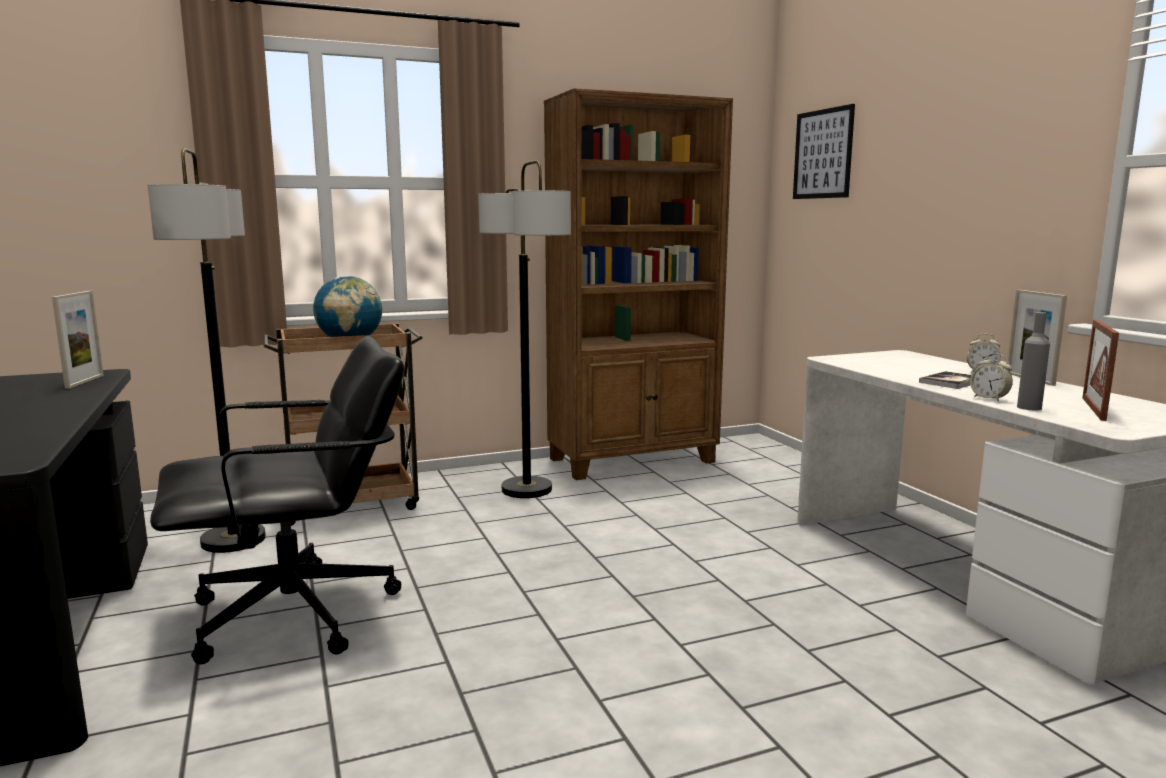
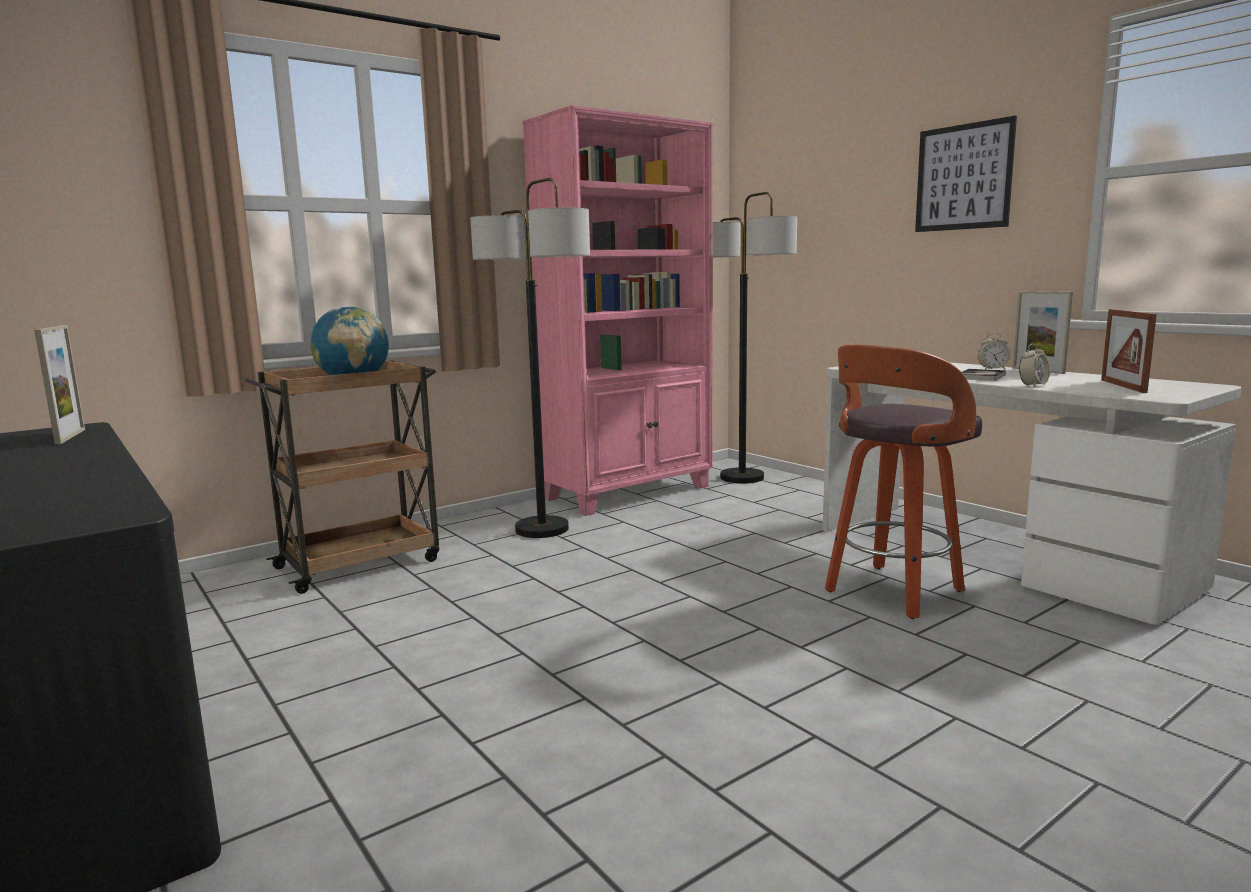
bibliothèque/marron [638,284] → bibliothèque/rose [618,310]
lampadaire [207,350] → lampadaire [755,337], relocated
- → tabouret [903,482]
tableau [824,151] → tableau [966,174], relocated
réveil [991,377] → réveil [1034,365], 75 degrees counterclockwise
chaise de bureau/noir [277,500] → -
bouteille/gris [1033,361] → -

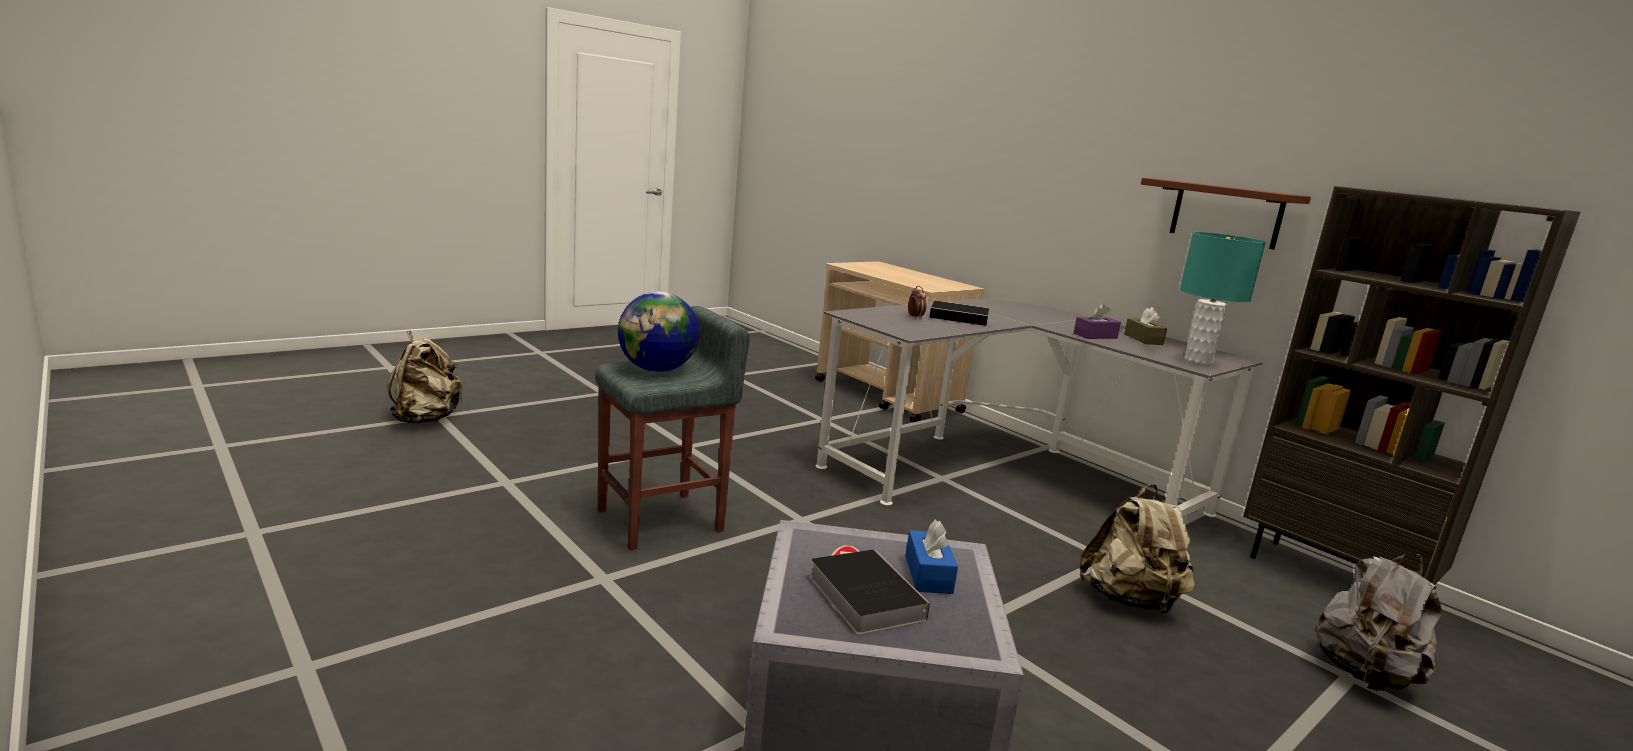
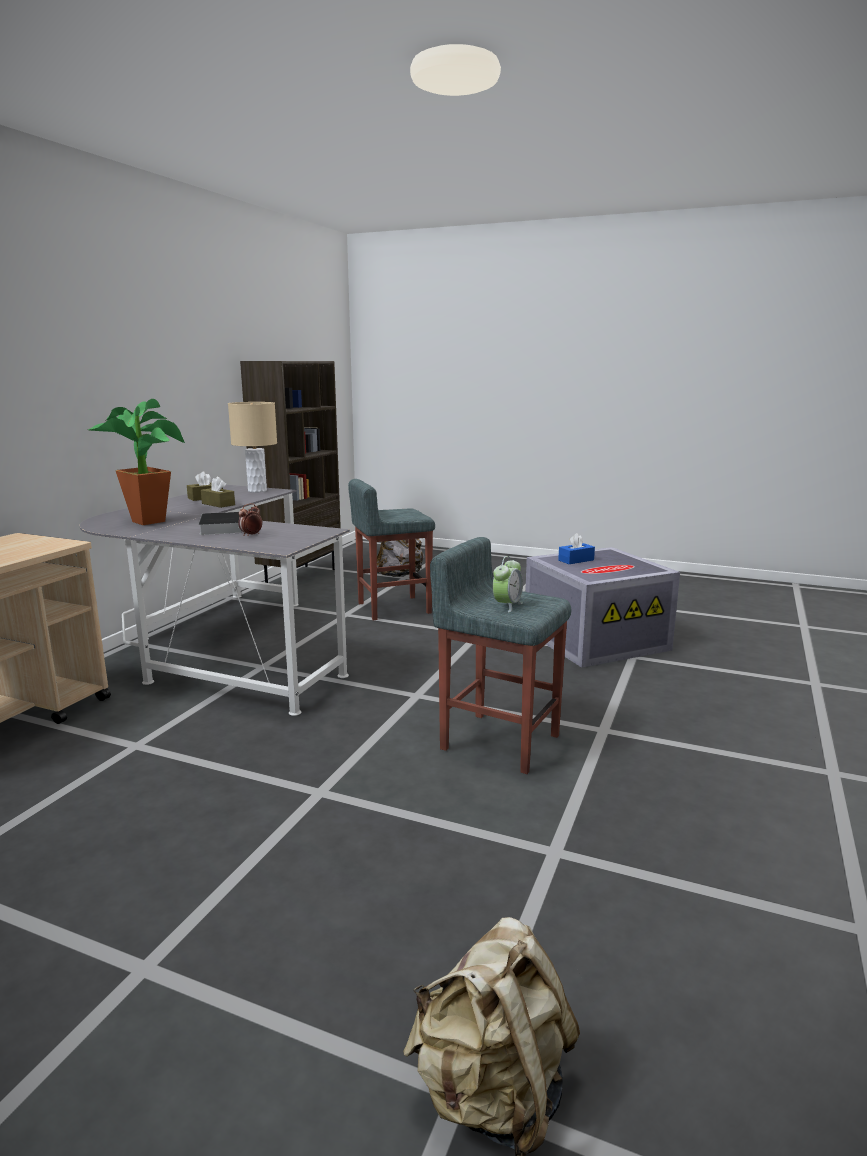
- → plante en pot [136,462]
boîte à mouchoirs/violet [1097,321] → boîte à mouchoirs/marron [218,492]
lampe de table/turquoise [1223,298] → lampe de table/beige [252,447]
sac à dos/beige [1137,549] → tabouret/gris [391,549]
globe [658,332] → réveil [508,584]
livre [869,592] → -
étagère [1226,214] → -

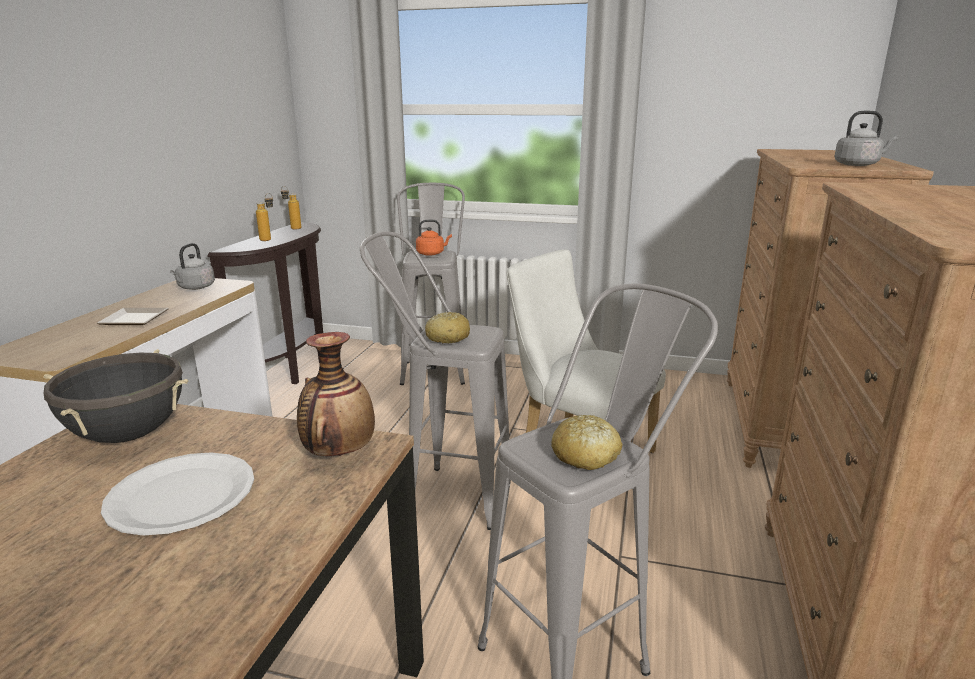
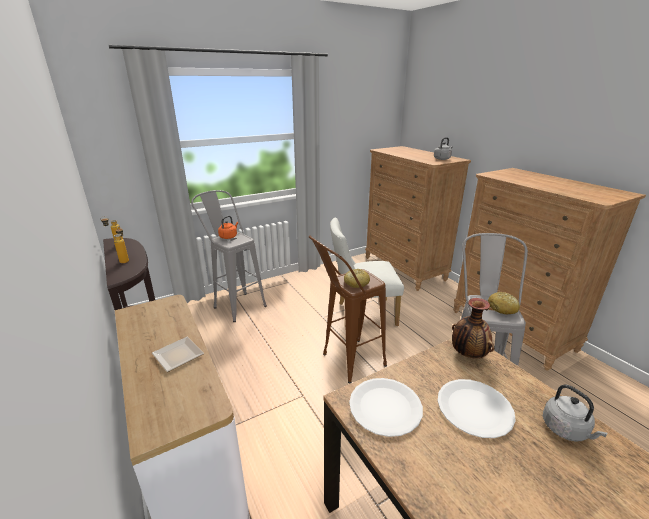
tabouret/gris [434,381] → tabouret/marron [348,309]
marmite/noir [116,396] → assiette/blanc [386,407]
bouilloire/gris [192,266] → bouilloire/gris [575,413], relocated

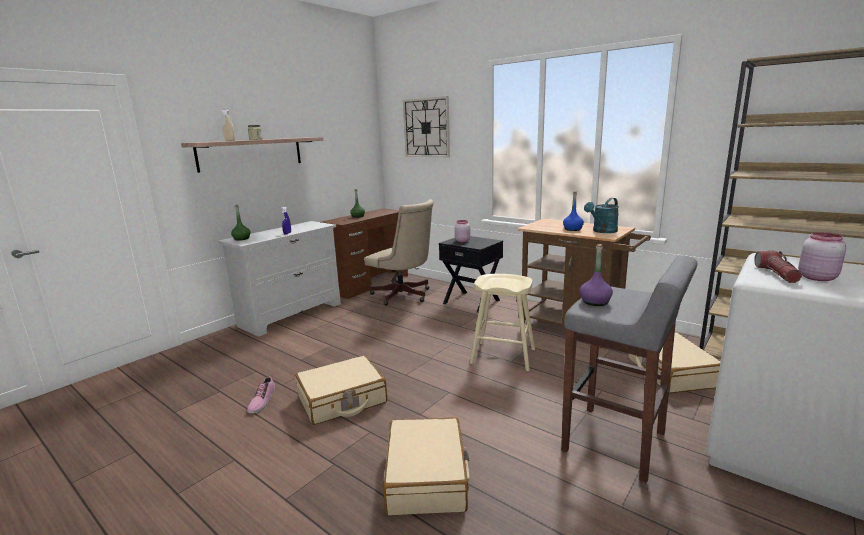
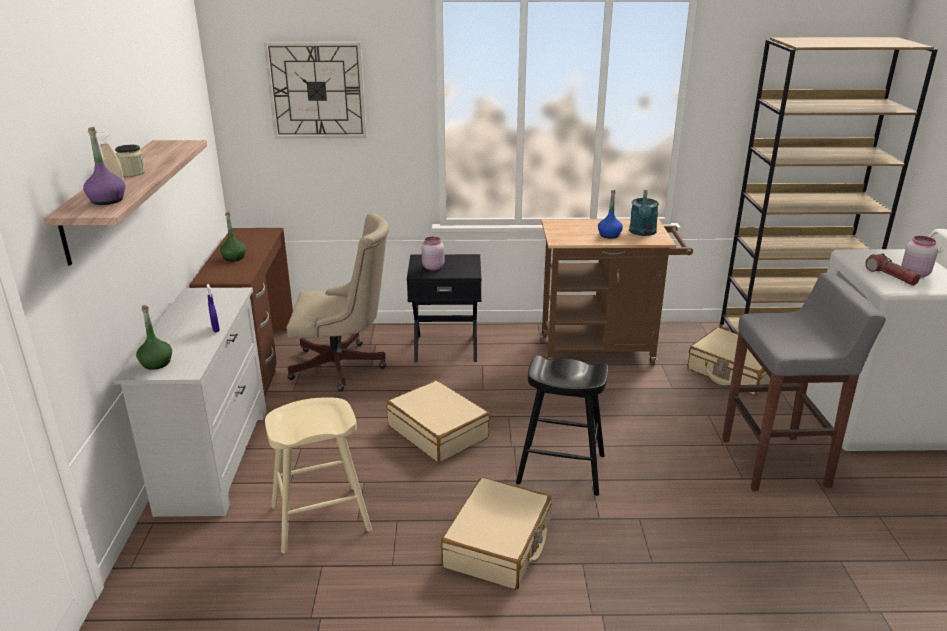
bouteille/violet [596,275] → bouteille/violet [104,166], relocated
tabouret/beige [502,322] → tabouret/beige [318,475], relocated
valise/beige [426,466] → valise/beige [438,421], relocated
- → tabouret/noir [562,426]
chaussure [261,395] → -

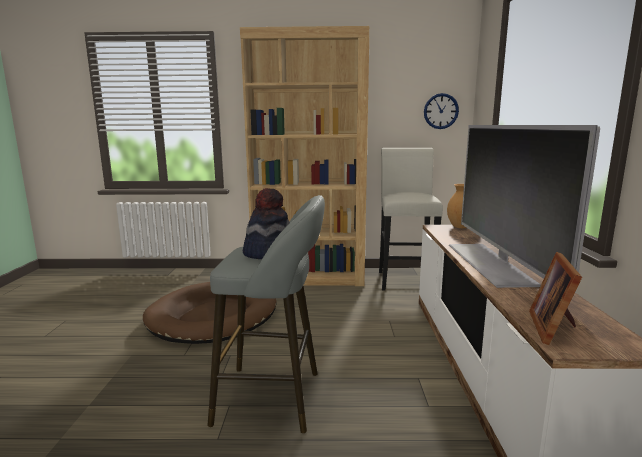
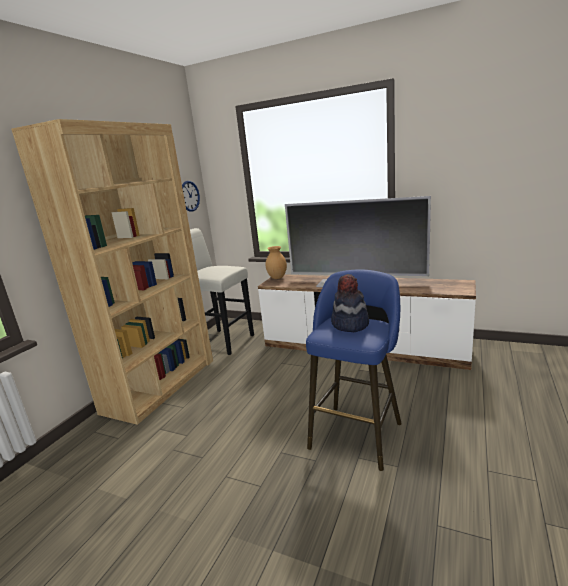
tabouret/gris [266,314] → tabouret/bleu [354,370]
panier pour chien/marron [210,313] → -
cadre photo [555,298] → -

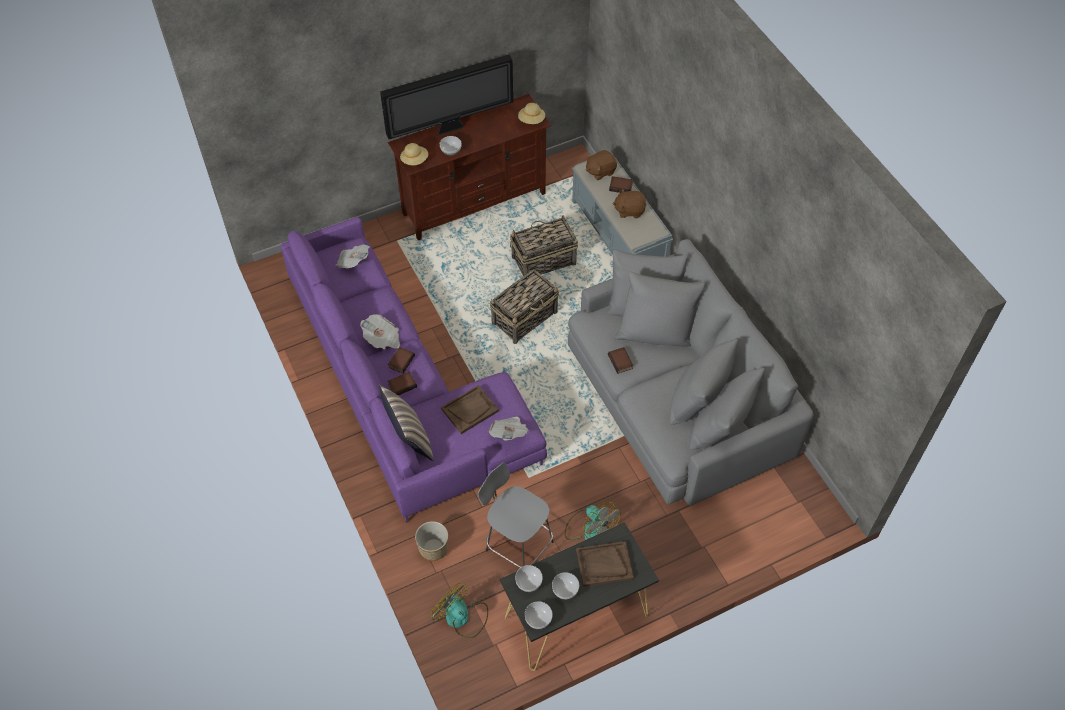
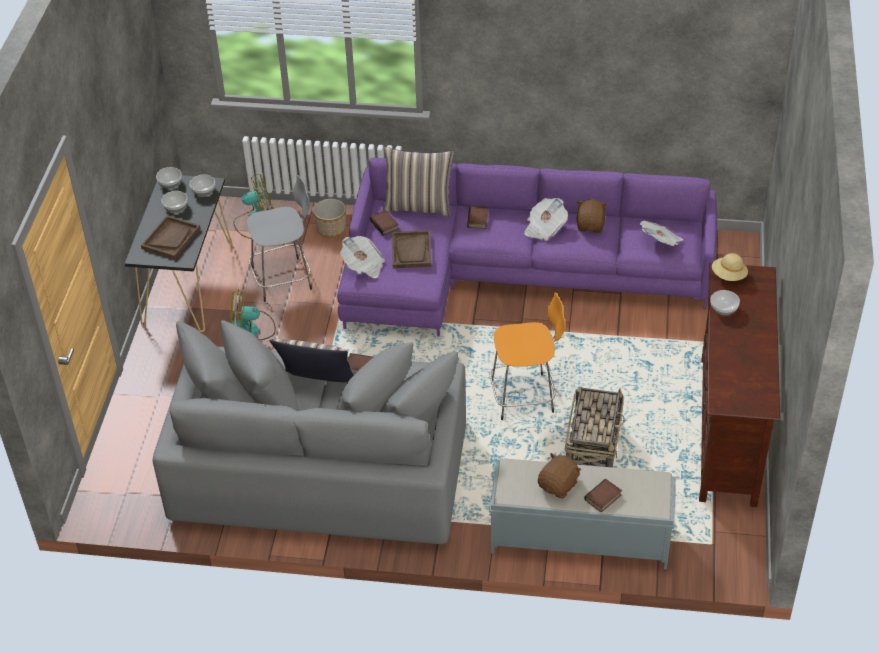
- → coussin [311,360]
livre [401,360] → livre [384,223], relocated
panier [524,306] → tabouret/orange [527,356]
peluche/marron [601,165] → peluche/marron [592,216], relocated
téléviseur [446,96] → -
chapeau/beige [531,113] → -

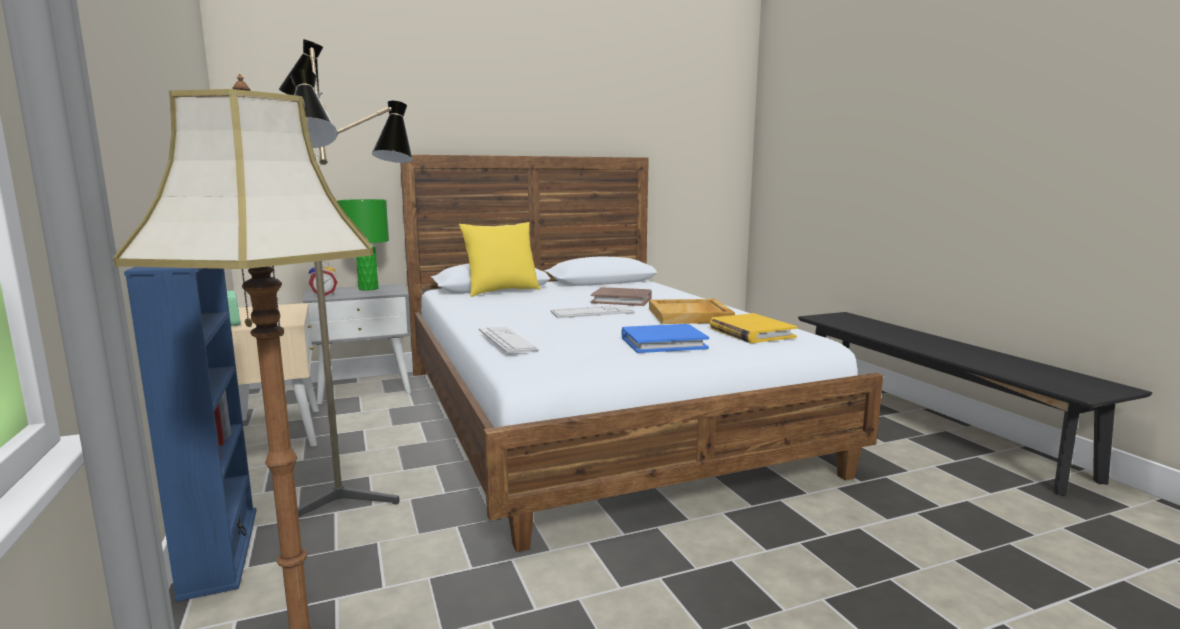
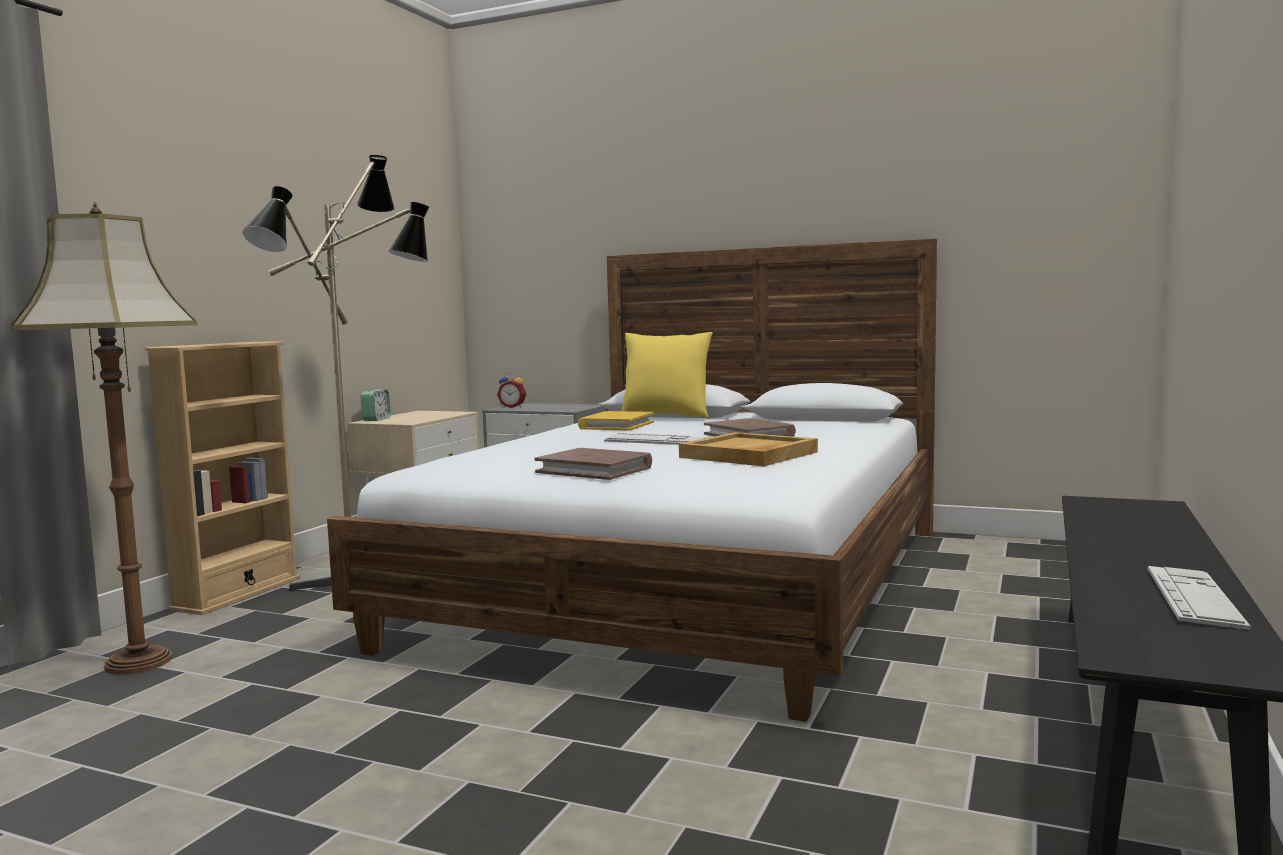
bibliothèque/bleu [190,434] → bibliothèque/beige [222,478]
livre/bleu [665,338] → livre/marron [593,464]
livre/jaune [753,328] → livre/jaune [616,421], relocated
clavier [509,340] → clavier [1199,598], relocated
lampe de table/vert [363,245] → -

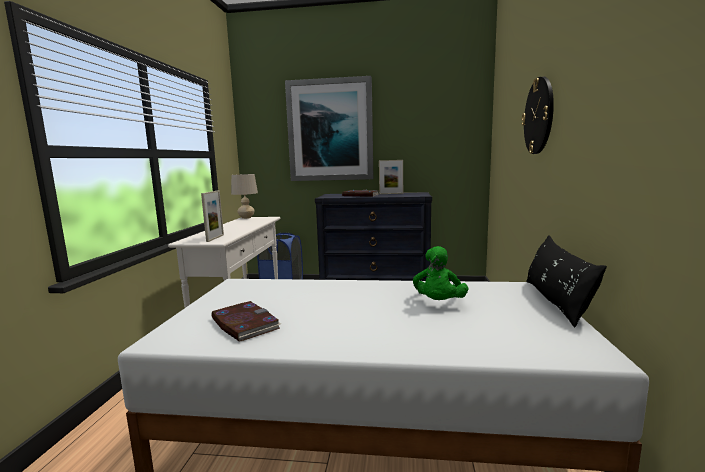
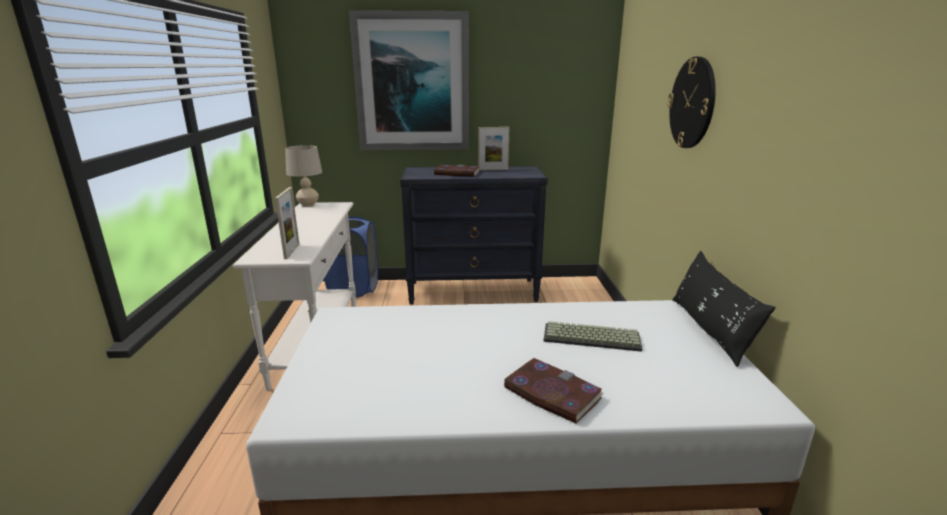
livre [246,321] → livre [553,390], relocated
peluche/vert [440,273] → clavier [592,336]

